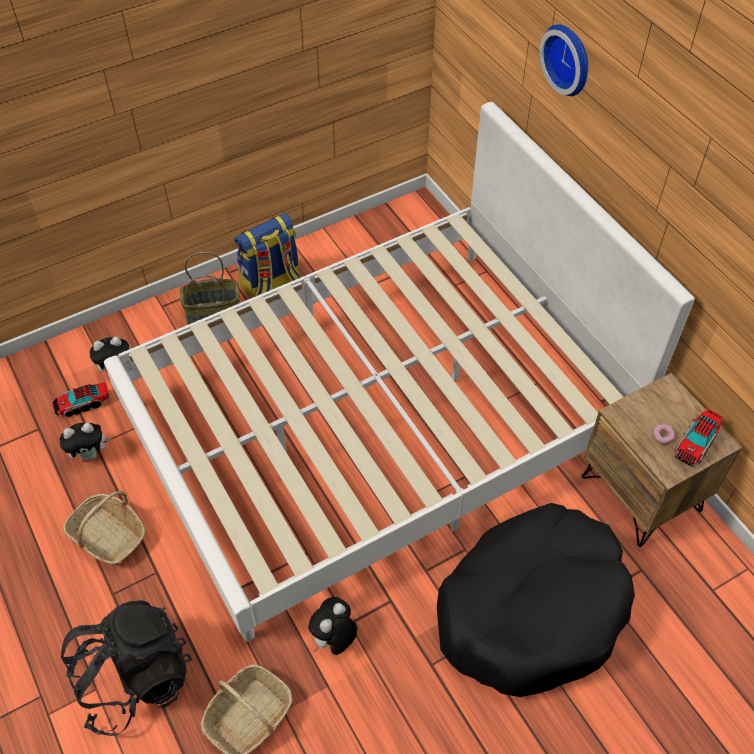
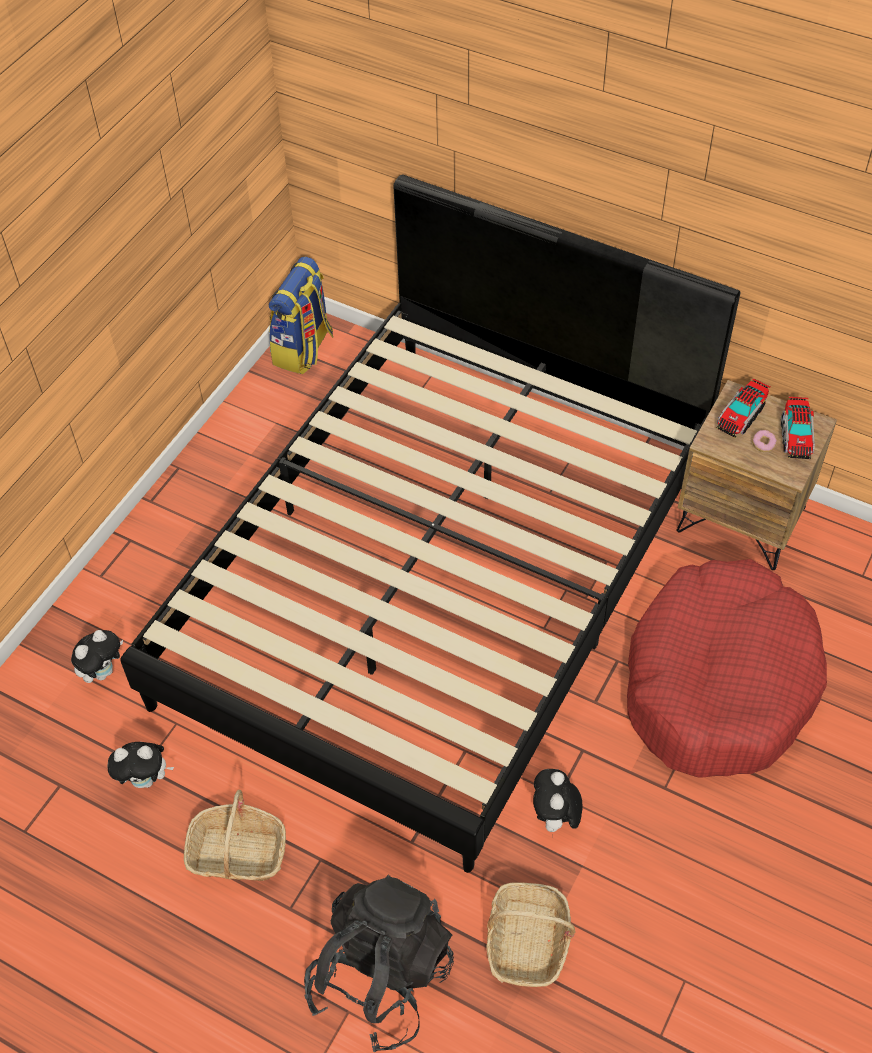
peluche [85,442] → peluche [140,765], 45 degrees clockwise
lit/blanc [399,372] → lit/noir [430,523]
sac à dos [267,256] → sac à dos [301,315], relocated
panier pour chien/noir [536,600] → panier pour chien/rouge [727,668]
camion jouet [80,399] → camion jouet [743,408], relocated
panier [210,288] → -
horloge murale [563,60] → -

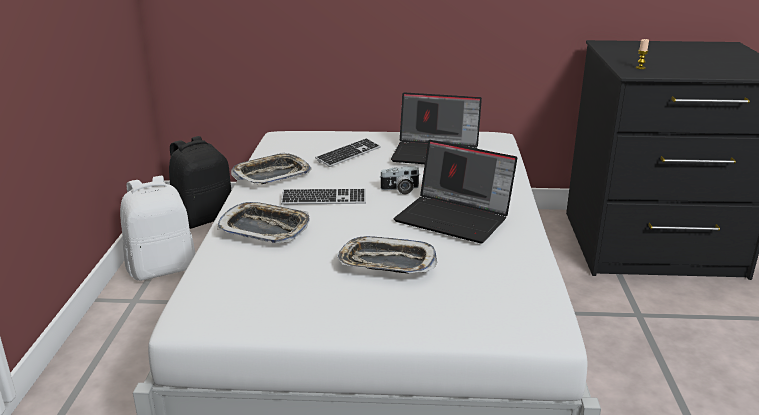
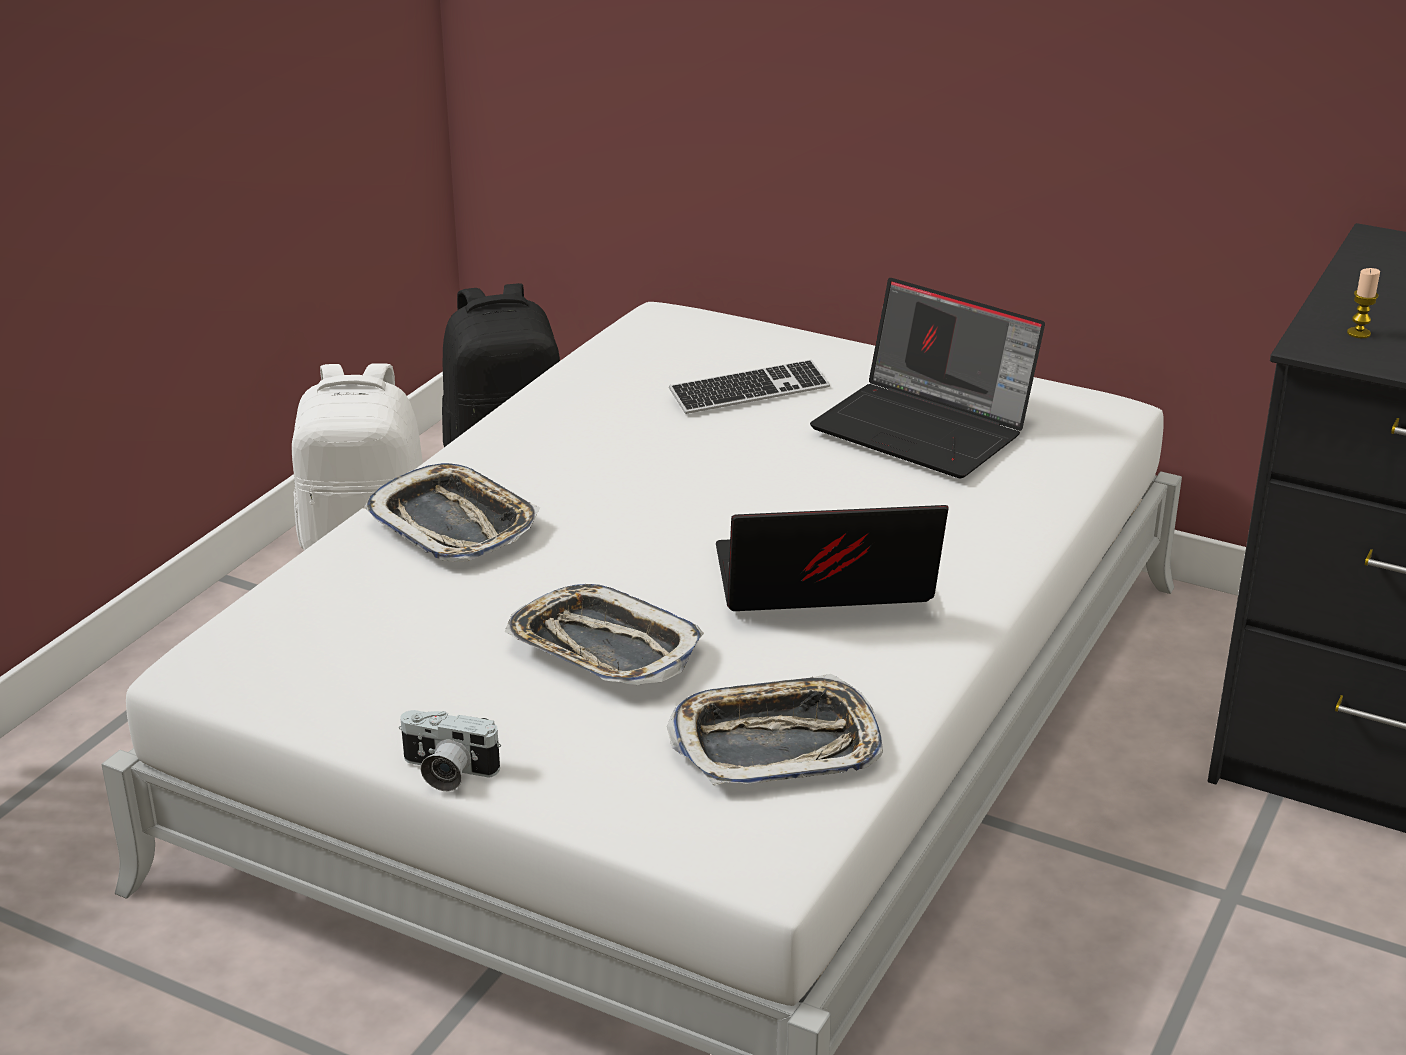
appareil photo [399,180] → appareil photo [450,750], relocated
plateau [271,168] → plateau [775,730], relocated
ordinateur portable [455,191] → ordinateur portable [832,558], 120 degrees clockwise
clavier [323,196] → -

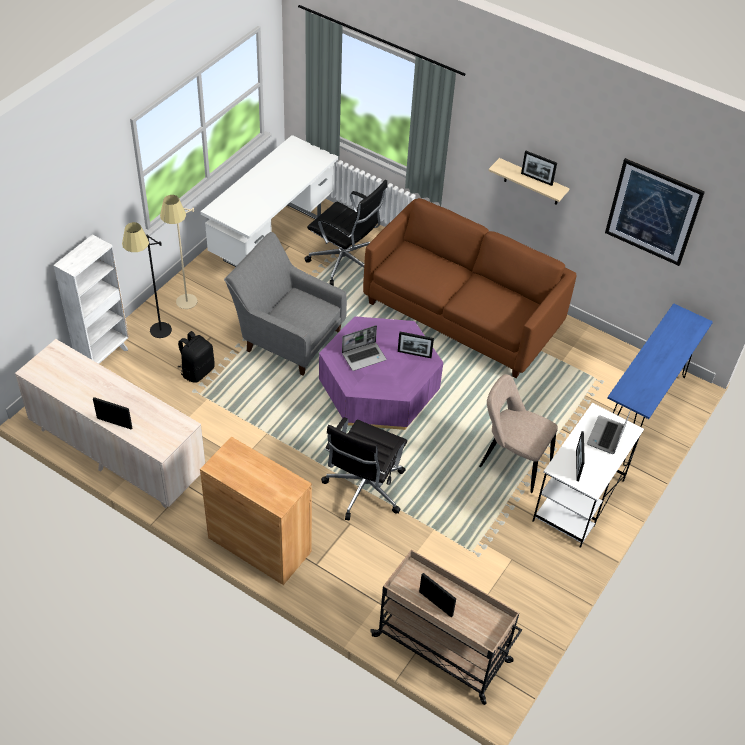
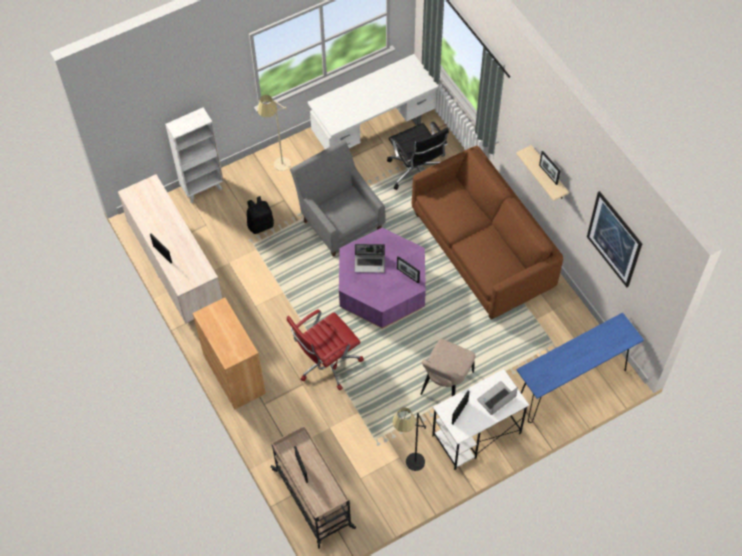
chaise de bureau/noir [364,468] → chaise de bureau/rouge [325,349]
lampadaire/noir [147,280] → lampadaire/noir [409,439], relocated
chaise/beige [518,433] → chaise/beige [448,367], 120 degrees counterclockwise

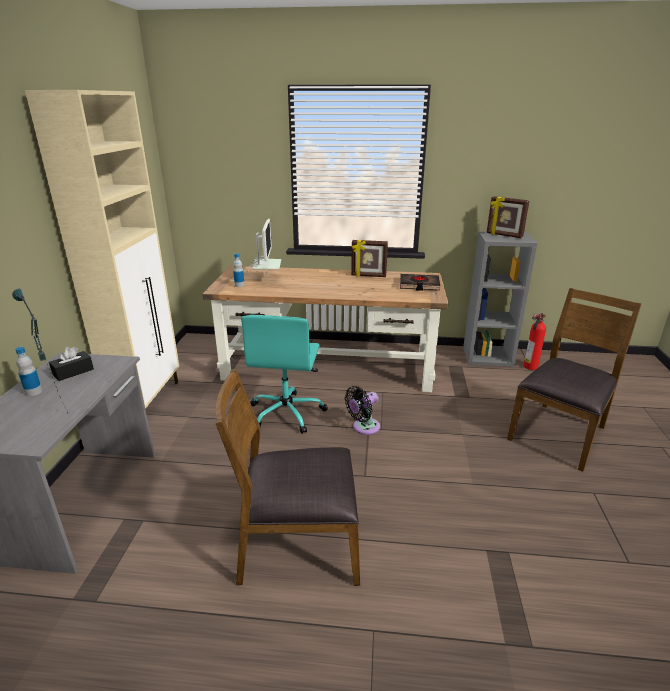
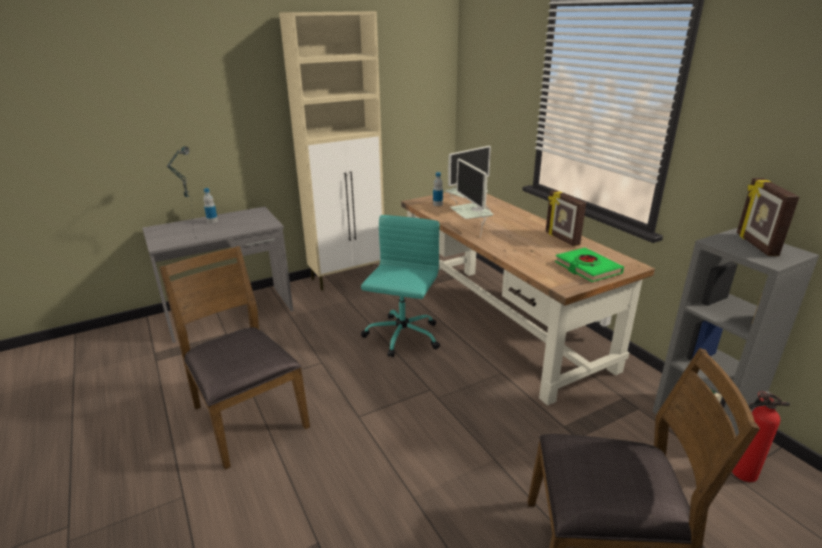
chaise de bureau/turquoise [284,374] → chaise de bureau/turquoise [400,286], 135 degrees clockwise
- → écran d'ordinateur [471,197]
livre/noir [420,282] → livre/vert [589,265]
boîte à mouchoirs/noir [71,364] → -
ventilateur/noir [362,410] → -

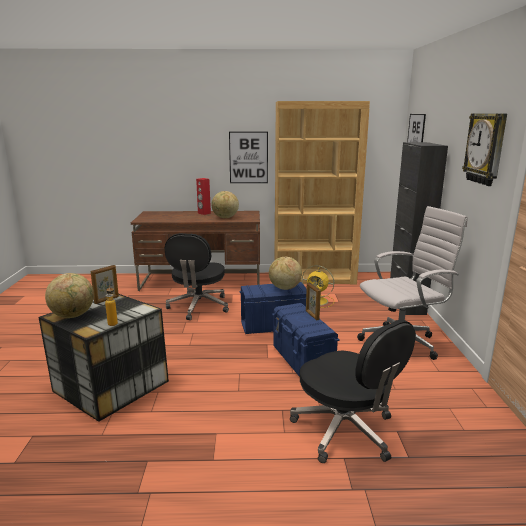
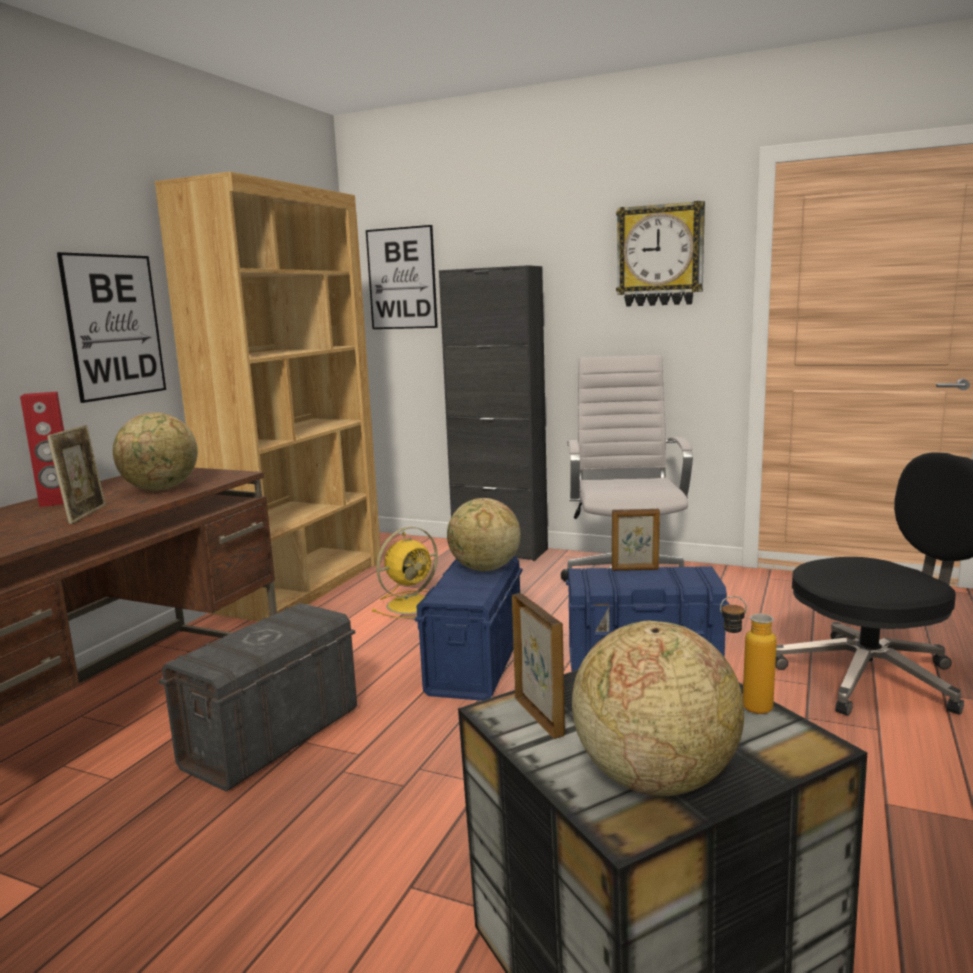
- → cadre photo [76,474]
chaise de bureau/noir [197,276] → boîte de rangement/gris [258,697]

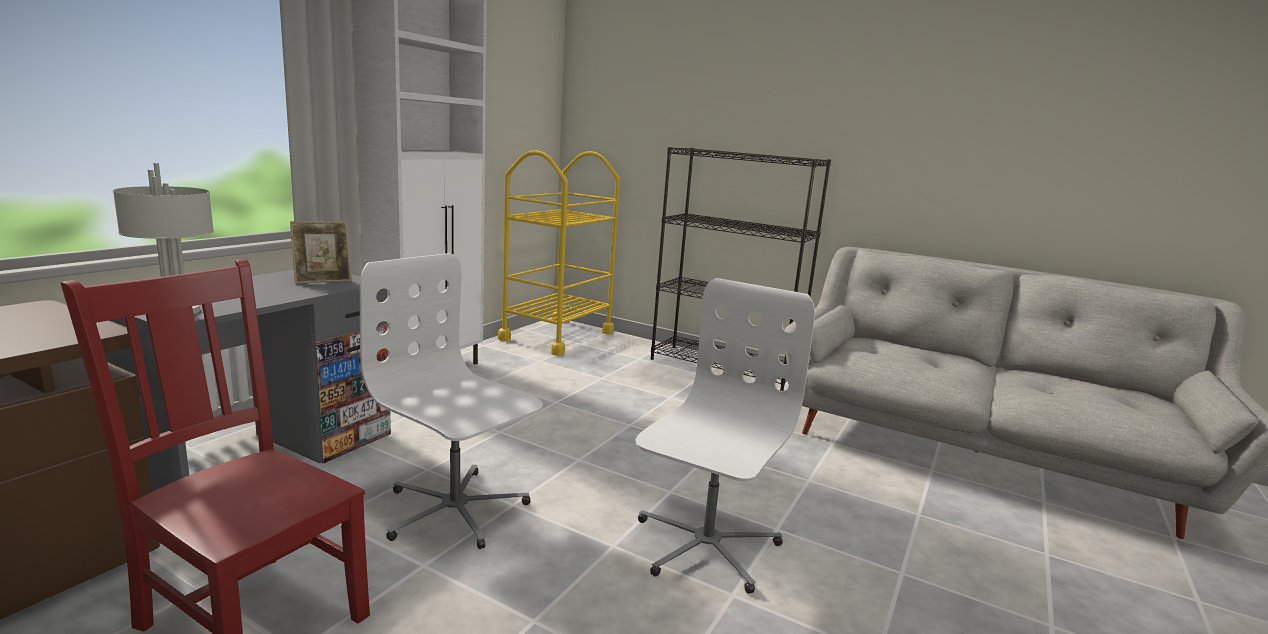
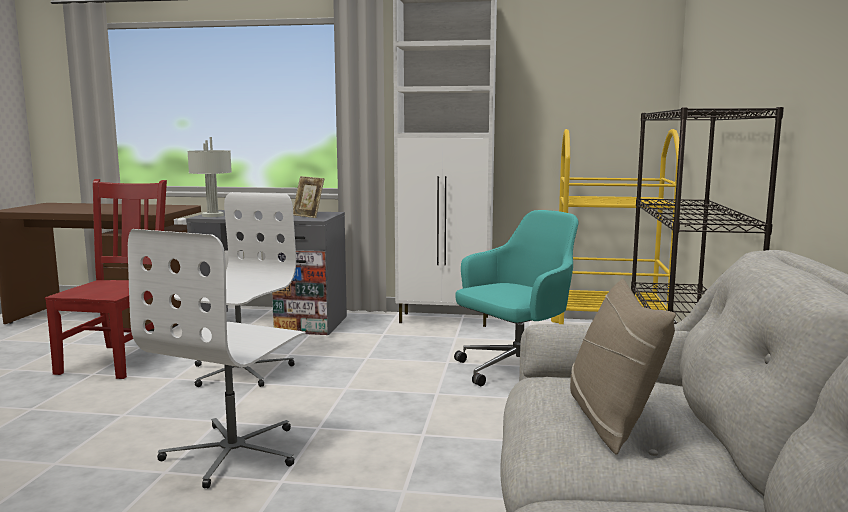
chaise de bureau/blanc [725,436] → chaise de bureau/blanc [217,359], 105 degrees clockwise
- → chaise de bureau/turquoise [516,298]
- → coussin/beige [623,366]

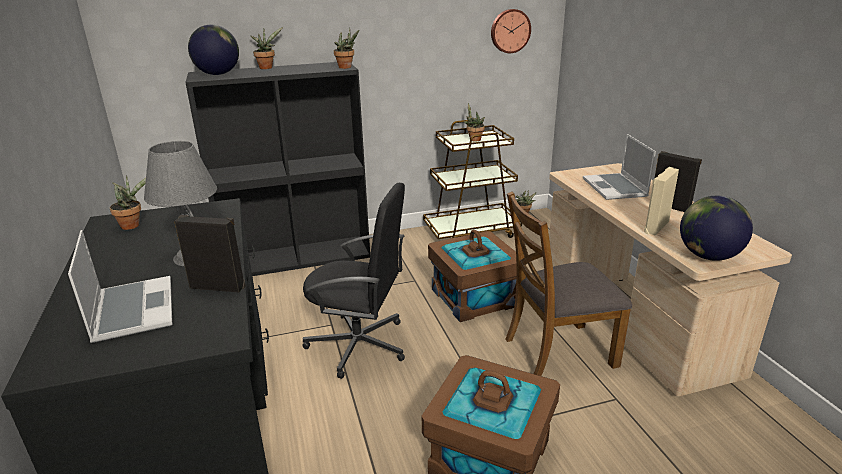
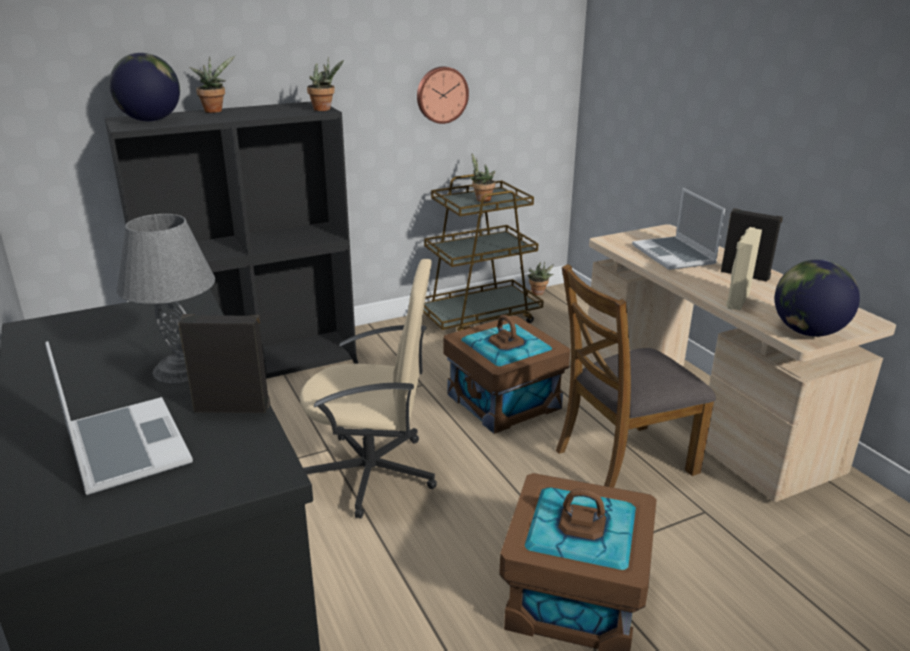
chaise de bureau/noir [354,281] → chaise de bureau/beige [368,389]
horloge murale [511,31] → horloge murale [443,95], relocated
plante en pot [128,202] → -

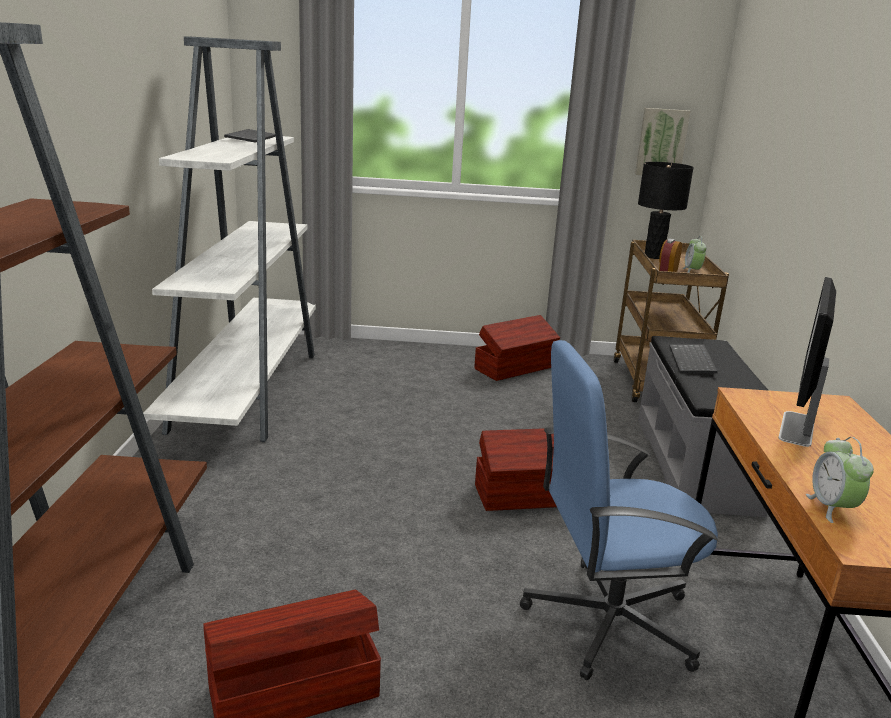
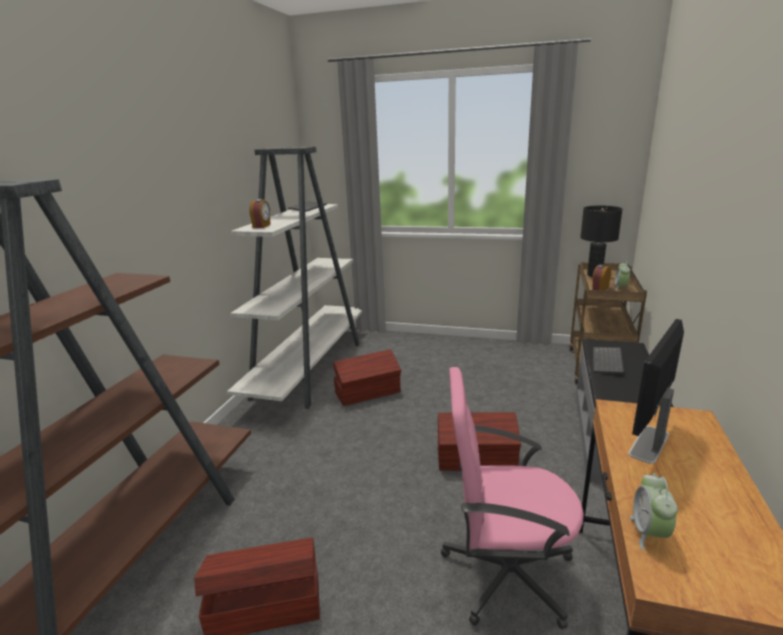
- → réveil [260,213]
boîte de rangement/marron [517,348] → boîte de rangement/marron [367,377], relocated
chaise de bureau/bleu [619,510] → chaise de bureau/rose [512,498]
tableau [662,141] → -

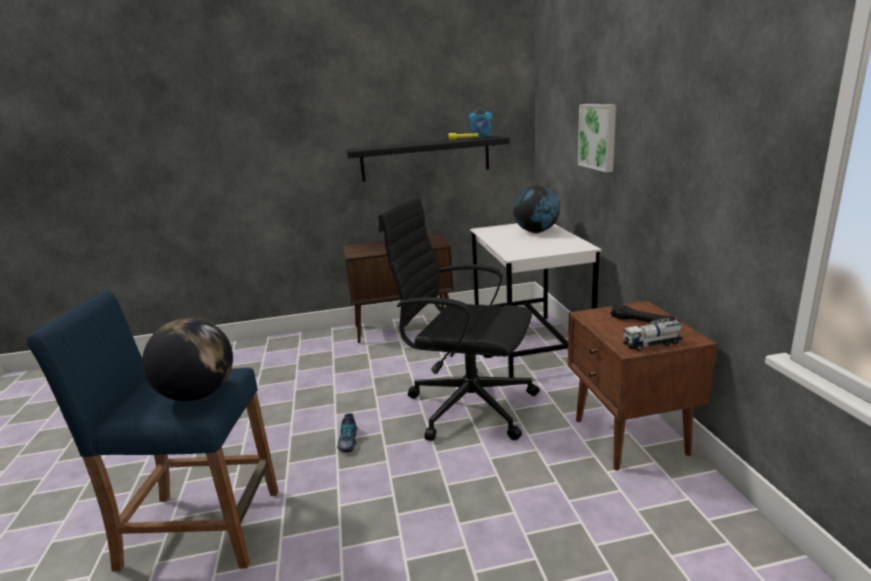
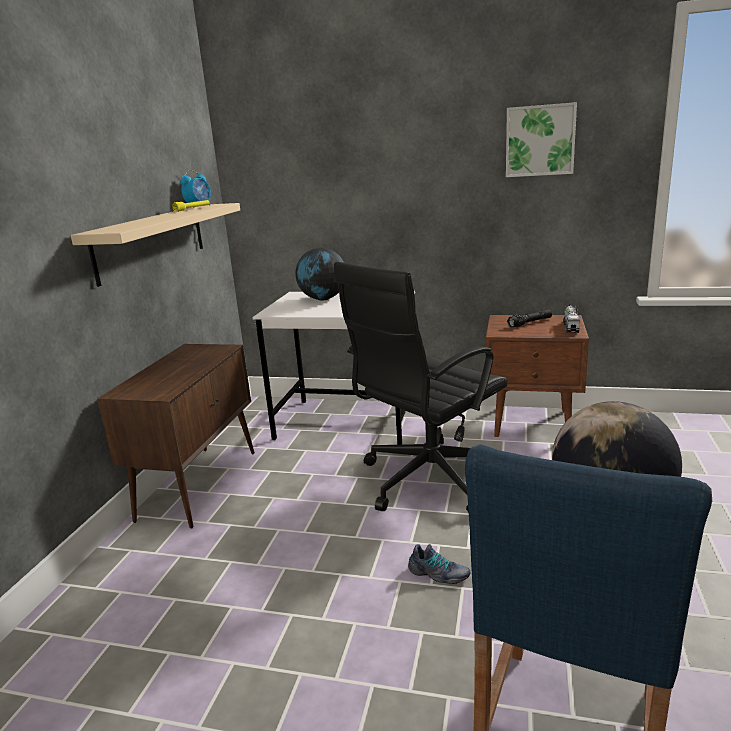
étagère/noir [428,158] → étagère/beige [155,245]
tableau [597,138] → tableau [541,139], relocated

